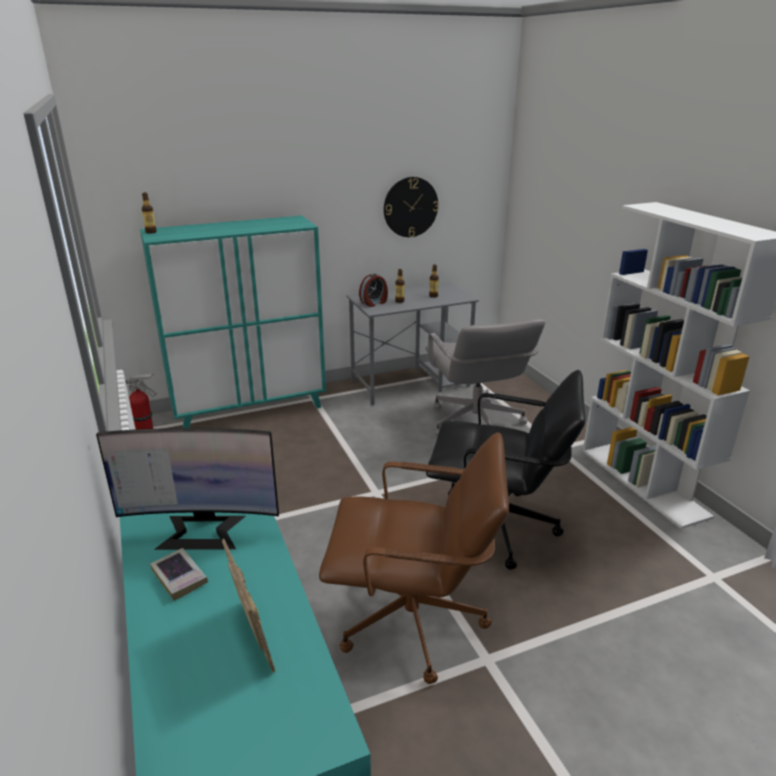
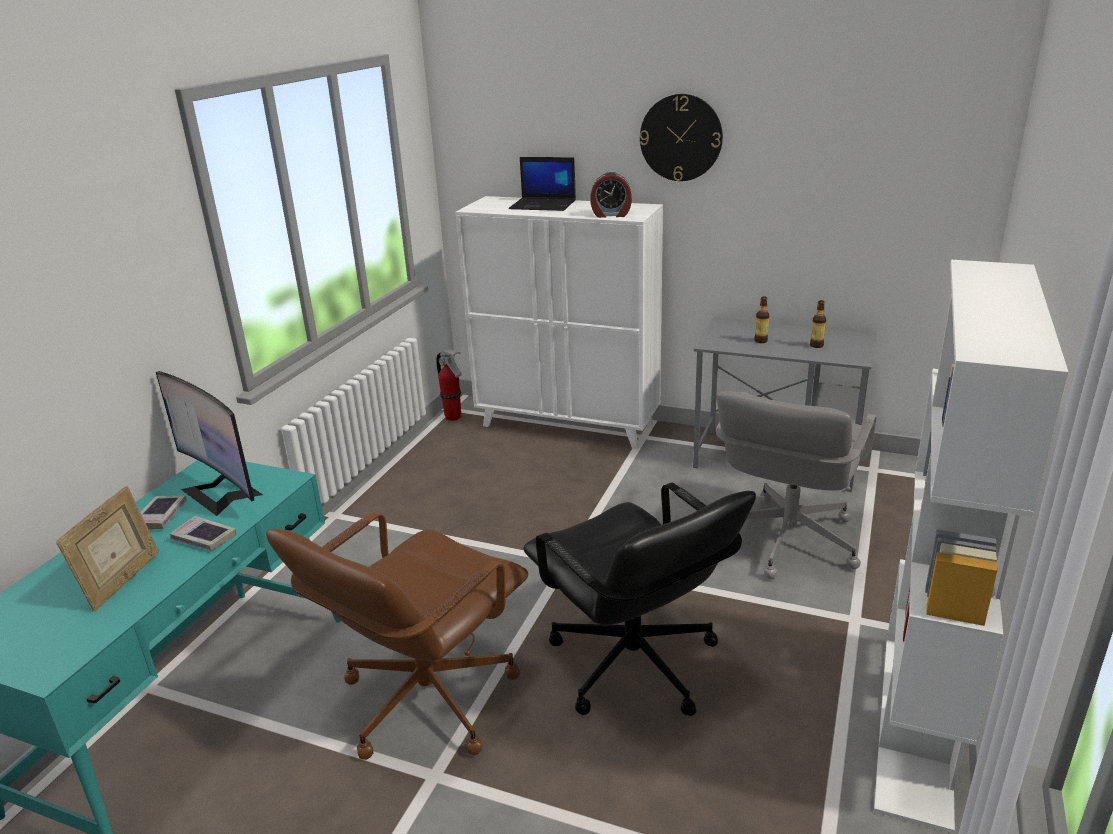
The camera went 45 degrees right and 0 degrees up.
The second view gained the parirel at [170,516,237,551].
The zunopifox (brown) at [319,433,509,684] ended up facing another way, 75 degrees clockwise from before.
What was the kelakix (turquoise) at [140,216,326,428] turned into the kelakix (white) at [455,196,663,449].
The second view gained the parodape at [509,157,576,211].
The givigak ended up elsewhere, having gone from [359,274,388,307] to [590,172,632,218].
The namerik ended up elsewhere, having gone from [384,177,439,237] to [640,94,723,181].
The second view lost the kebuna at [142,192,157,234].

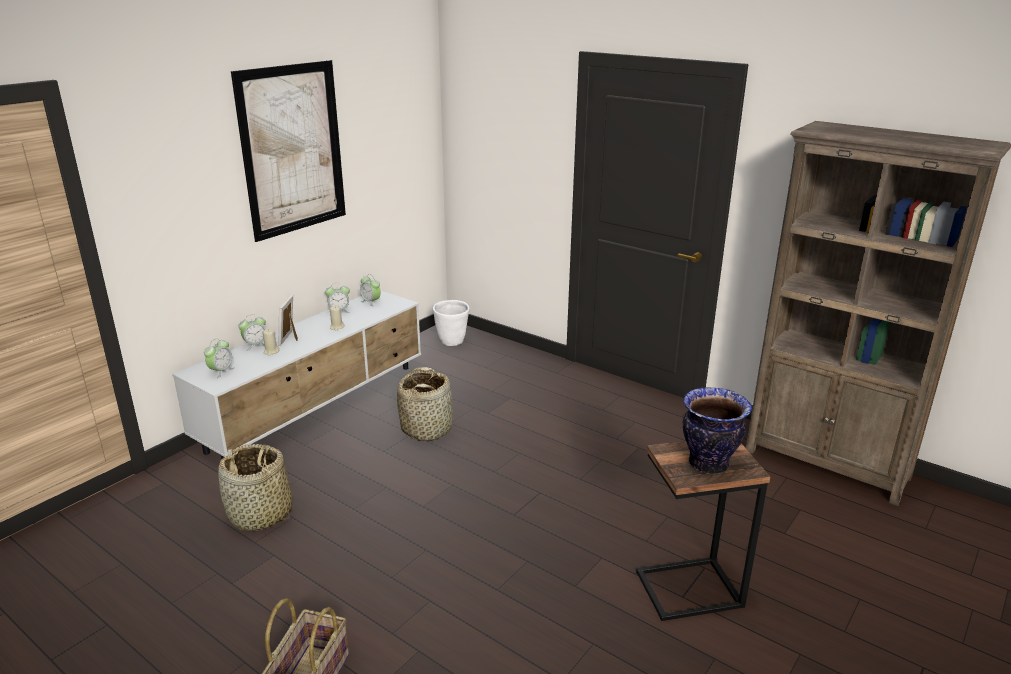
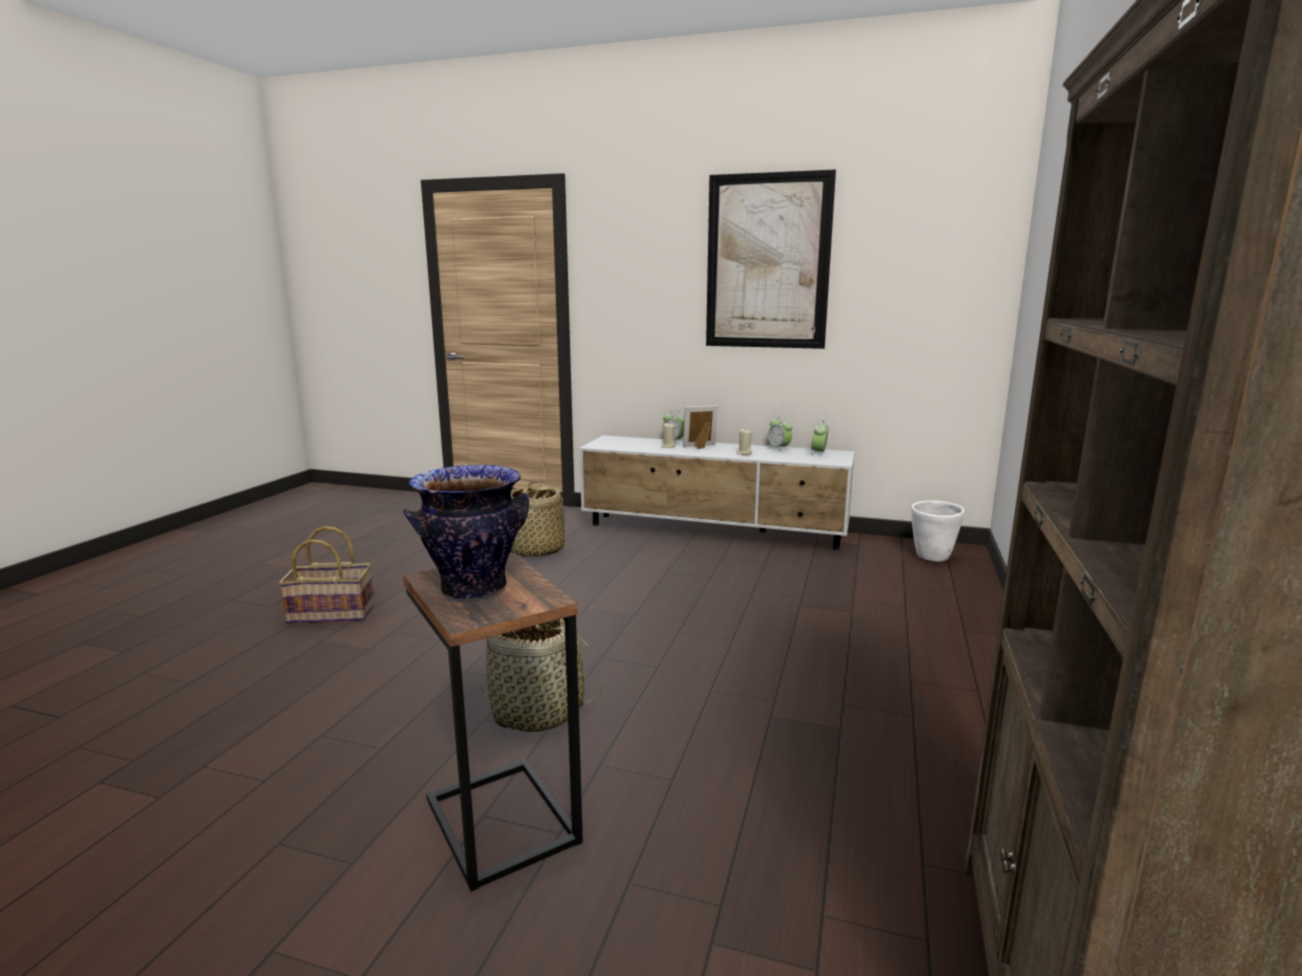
The camera went 70 degrees right and 10 degrees down.
The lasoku ended up elsewhere, having gone from [397,367,453,441] to [480,618,604,732].
The second view lost the givigak at [204,339,234,378].

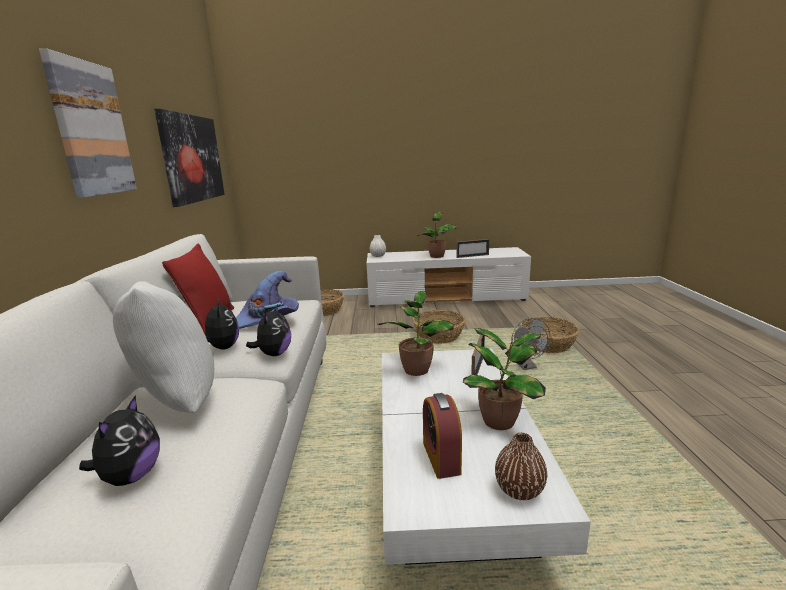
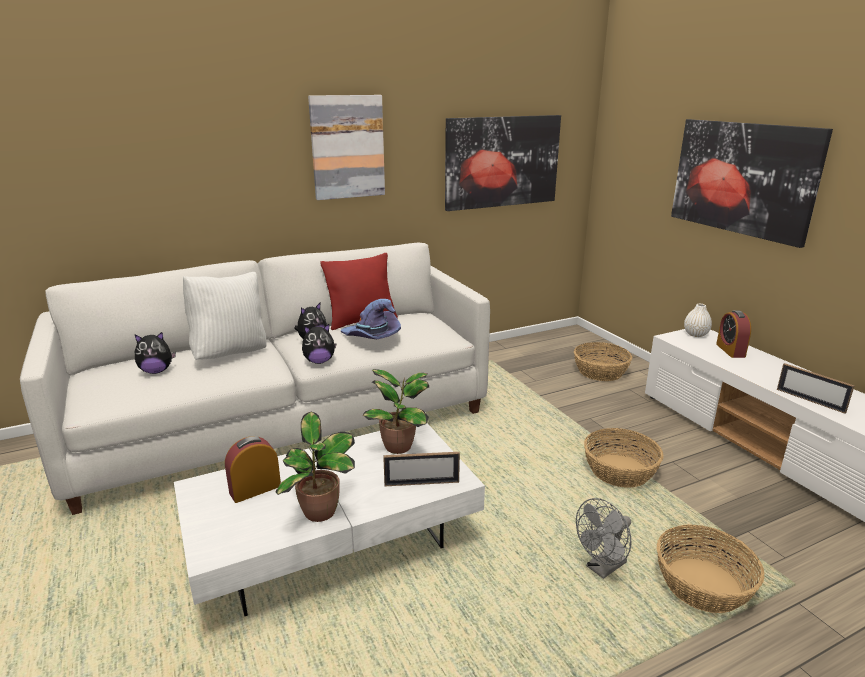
The camera went 65 degrees right and 5 degrees up.
The second view gained the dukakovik at [671,119,833,248].
The second view gained the givigak at [716,310,751,358].
The second view lost the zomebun at [418,212,457,258].
The second view lost the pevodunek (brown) at [495,433,547,500].

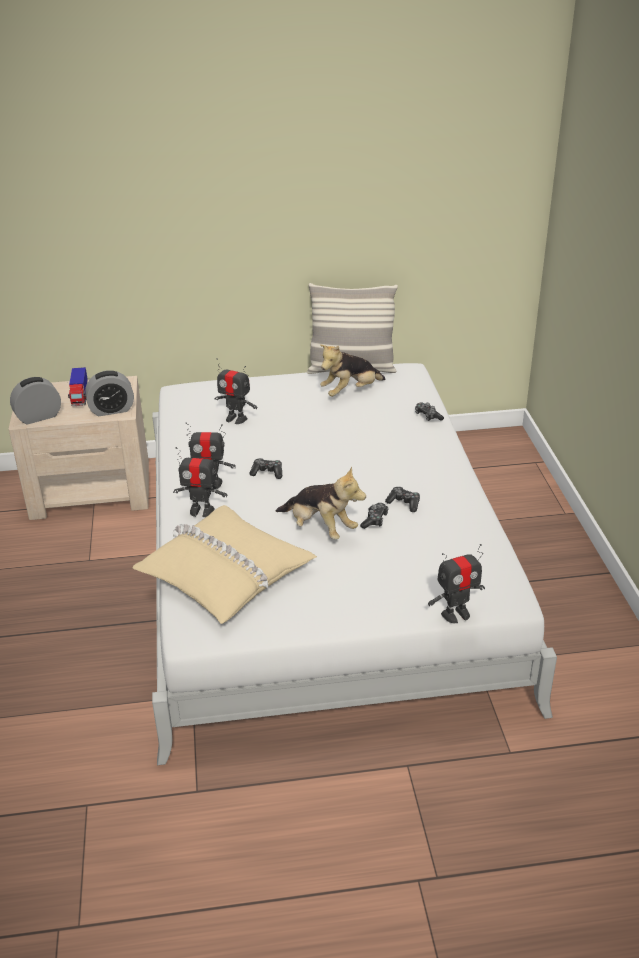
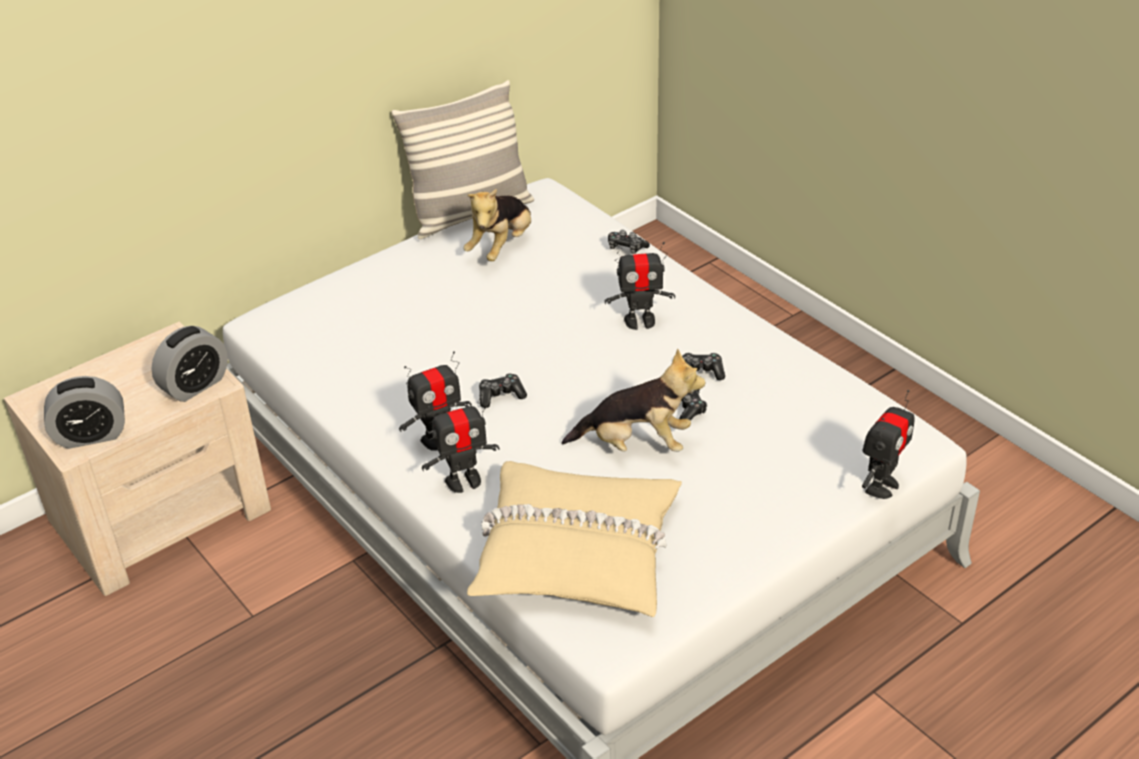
The camera went 30 degrees left and 5 degrees up.
The givigak at [10,377,61,425] ended up facing another way, 135 degrees counterclockwise from before.
The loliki ended up elsewhere, having gone from [214,358,257,424] to [604,242,675,330].
The second view lost the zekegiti at [68,367,88,406].

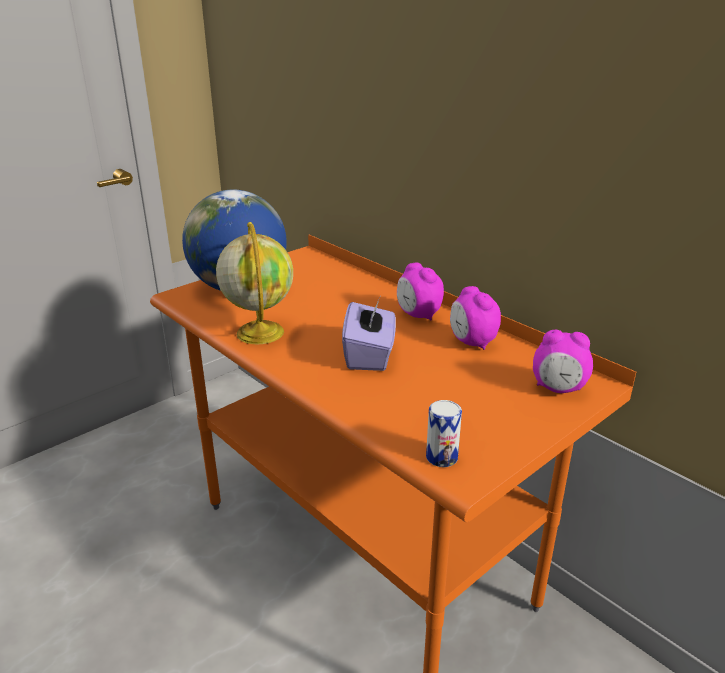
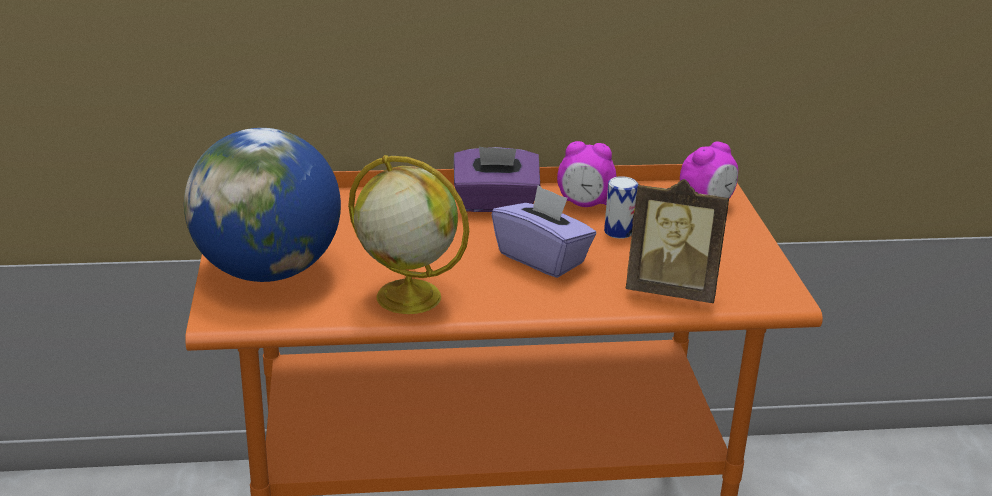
The camera went 55 degrees left and 0 degrees up.
Where the givigak stood at [397,262,444,321], the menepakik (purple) came to stand at [454,147,540,212].
The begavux ended up elsewhere, having gone from [426,400,462,467] to [604,176,638,239].
The second view gained the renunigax at [626,179,729,303].

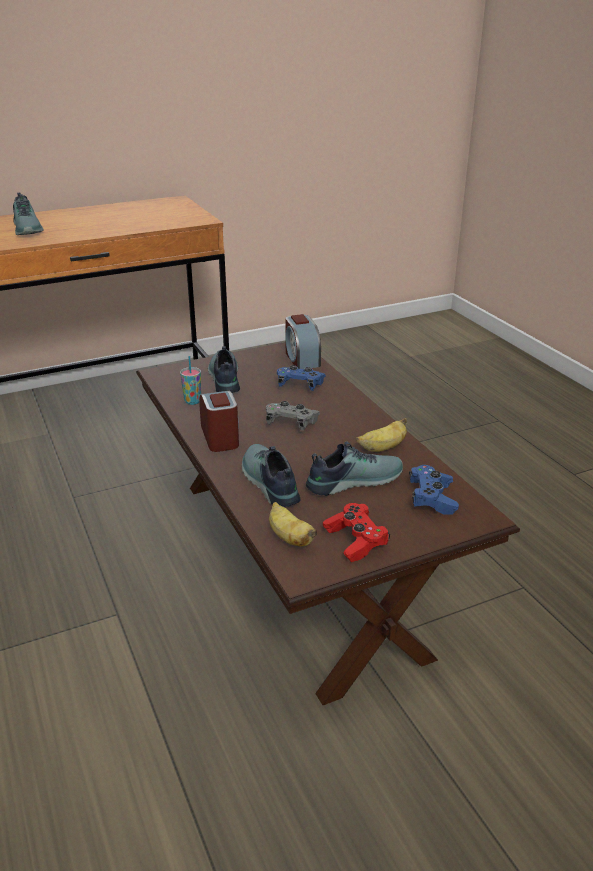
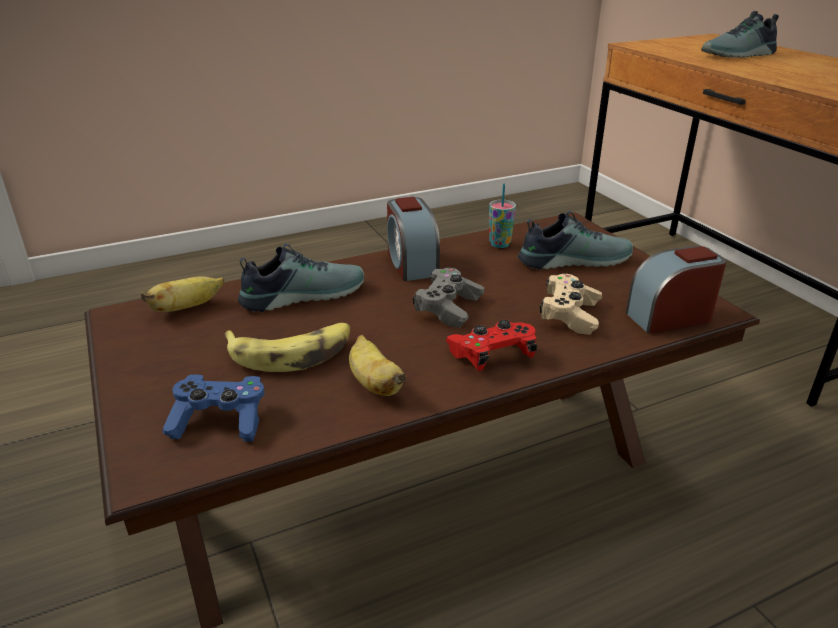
The camera went 90 degrees right and 0 degrees up.
Where the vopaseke stood at [306,442,403,496], the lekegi came to stand at [224,323,350,372].
The givigak at [199,391,239,452] ended up facing another way, 90 degrees clockwise from before.
The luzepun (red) ended up elsewhere, having gone from [323,503,390,562] to [446,320,537,371].
What was the luzepun (blue) at [277,365,326,391] turned into the luzepun (beige) at [540,274,602,335].

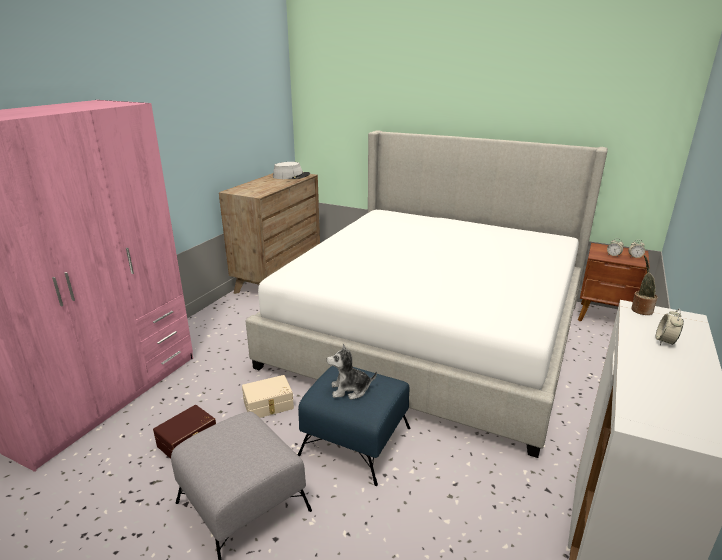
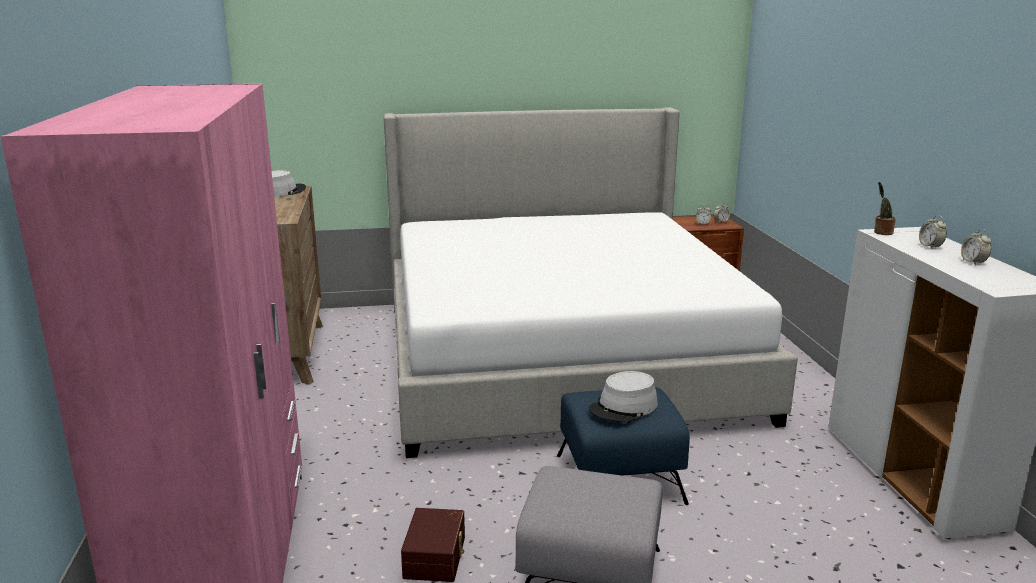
The camera went 35 degrees left and 5 degrees down.
Where the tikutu stood at [327,344,377,400], the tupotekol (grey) came to stand at [589,371,658,422].
The second view gained the givigak at [961,229,991,265].
The second view lost the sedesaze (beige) at [242,375,294,418].

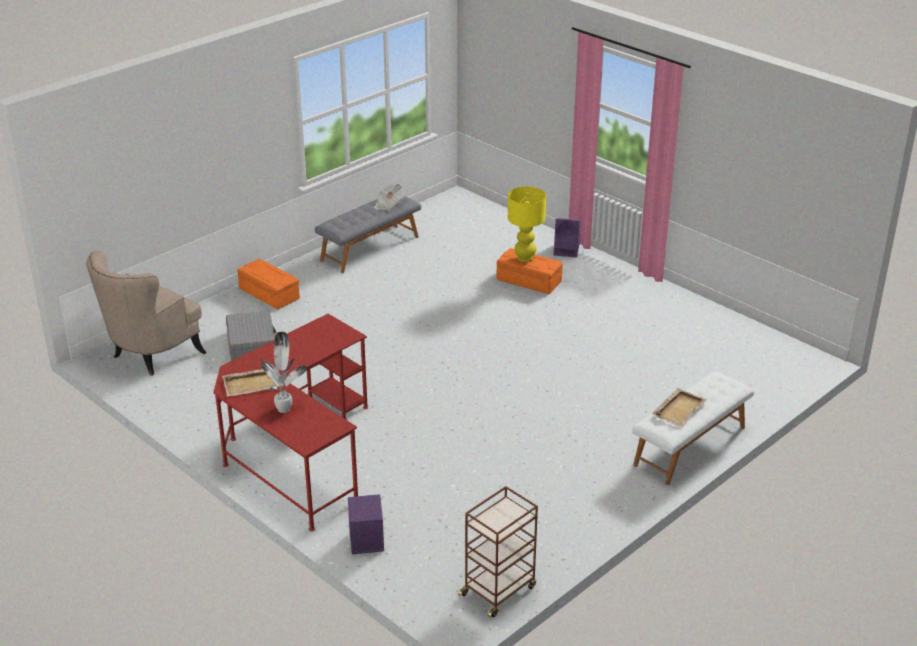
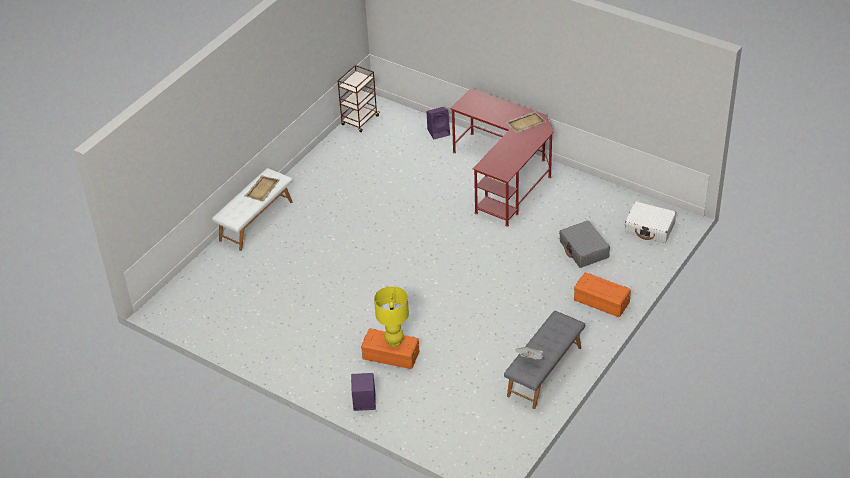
The camera went 170 degrees right and 10 degrees up.
Where the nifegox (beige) stood at [86,251,207,376], the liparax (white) came to stand at [625,201,676,243].
The second view lost the zomebun at [259,332,307,413].

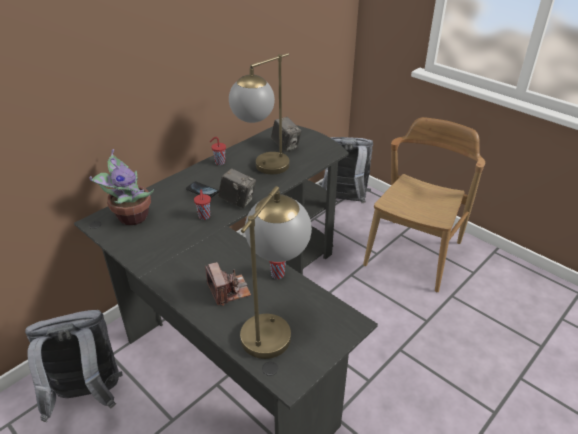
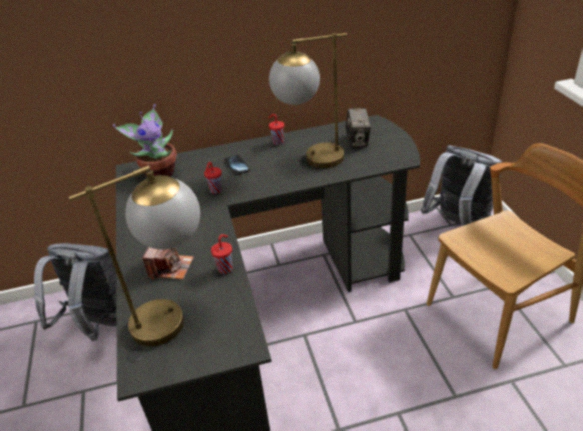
The camera went 35 degrees right and 0 degrees up.
The second view lost the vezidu at [218,168,256,208].

